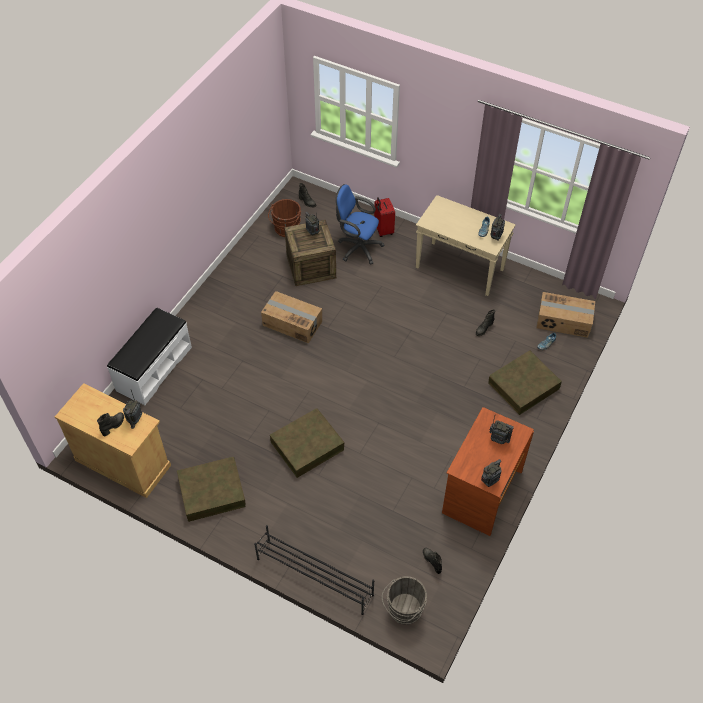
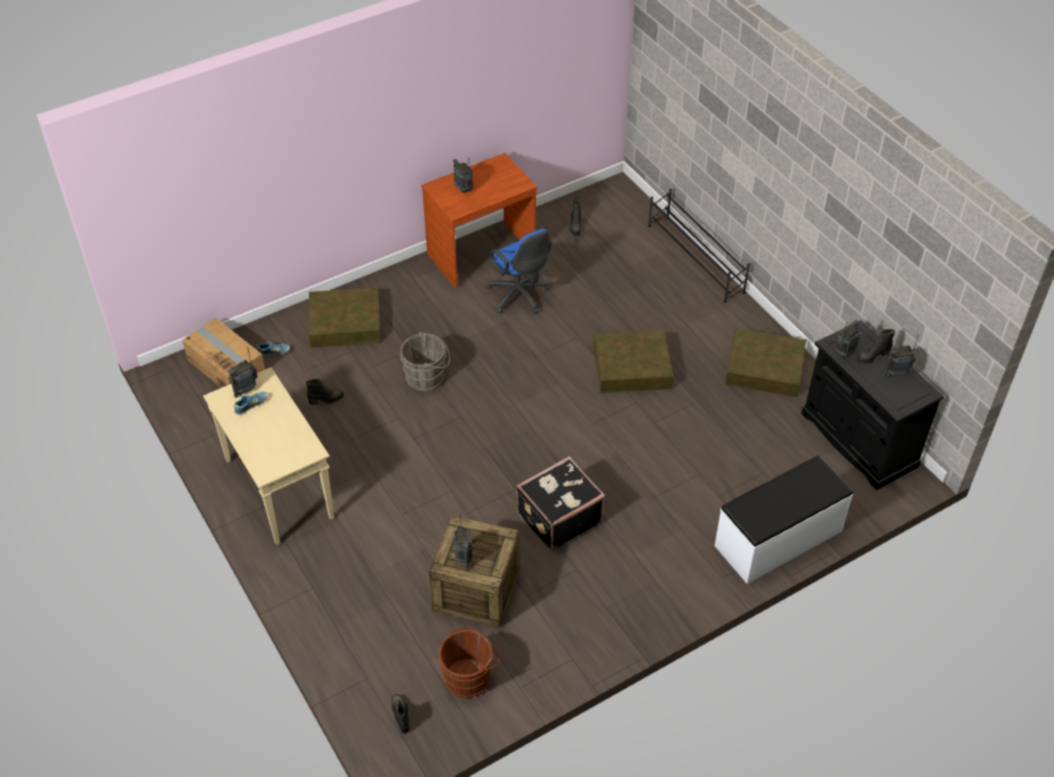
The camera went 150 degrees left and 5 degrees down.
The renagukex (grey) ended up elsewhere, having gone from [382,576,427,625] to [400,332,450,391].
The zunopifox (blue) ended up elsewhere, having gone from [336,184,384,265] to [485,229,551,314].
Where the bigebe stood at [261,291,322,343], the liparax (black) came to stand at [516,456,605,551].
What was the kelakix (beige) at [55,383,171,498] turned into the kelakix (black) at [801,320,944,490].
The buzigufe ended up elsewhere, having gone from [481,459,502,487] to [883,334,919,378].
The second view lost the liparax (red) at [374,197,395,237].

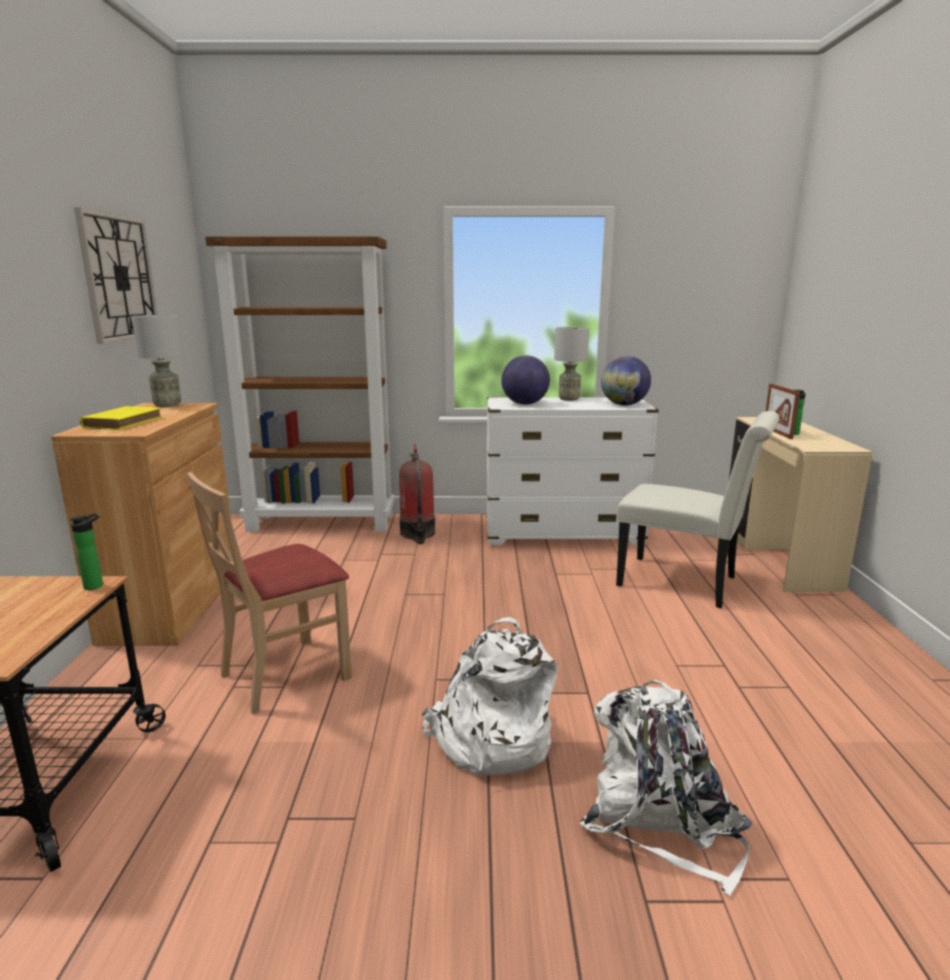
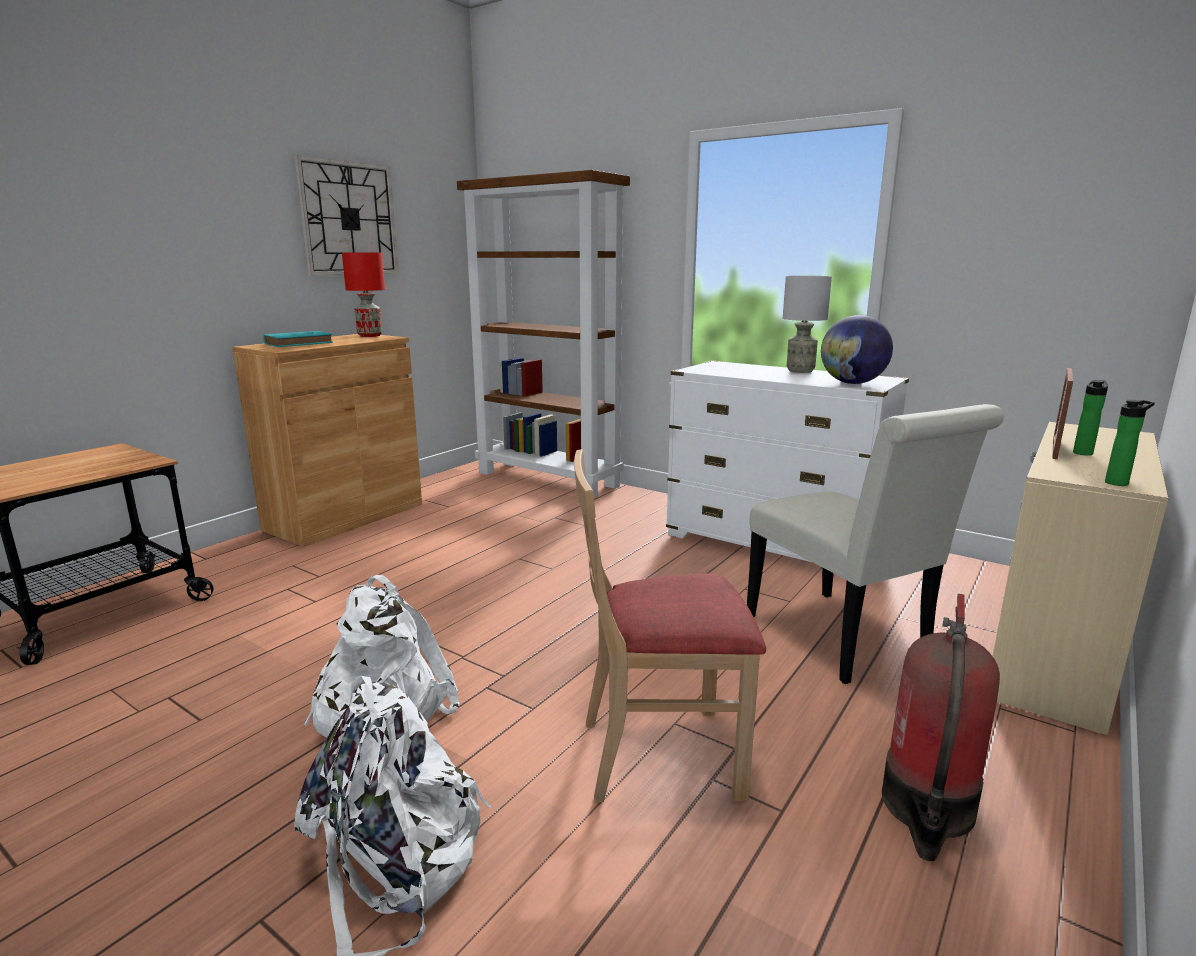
The camera went 35 degrees right and 0 degrees up.
What was the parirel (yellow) at [80,406,162,430] turned into the parirel (turquoise) at [263,331,333,347].
What was the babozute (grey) at [132,315,183,407] turned into the babozute (red) at [342,252,385,337].
The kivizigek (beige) ended up elsewhere, having gone from [187,472,352,714] to [574,449,766,803].
The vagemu ended up elsewhere, having gone from [399,444,435,544] to [882,594,1000,861].
The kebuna ended up elsewhere, having gone from [70,513,103,590] to [1105,400,1155,486].
The second view lost the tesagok at [501,355,550,405].

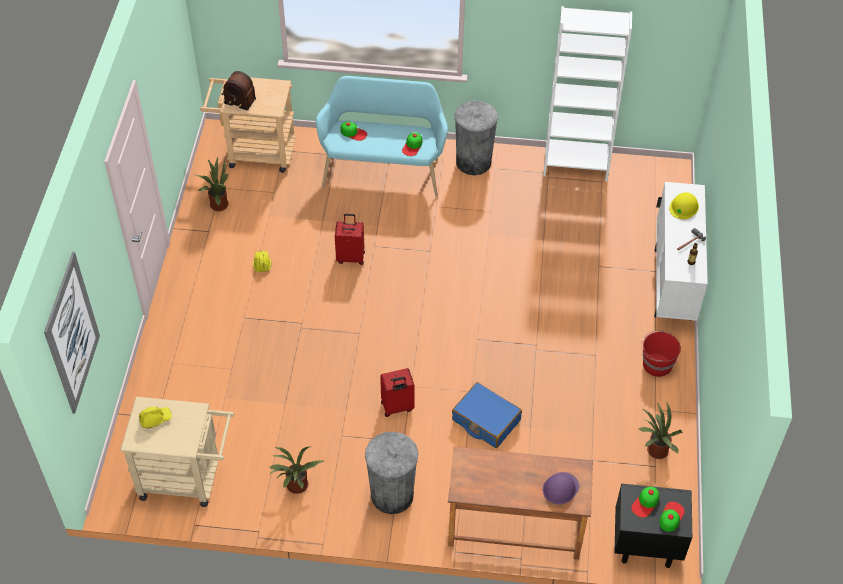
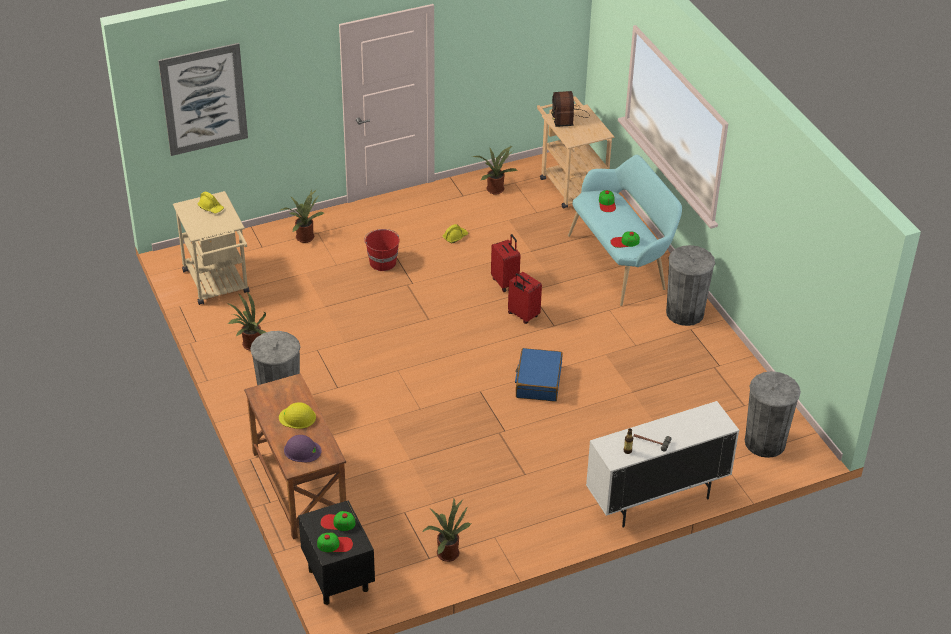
The camera went 60 degrees right and 10 degrees down.
The second view gained the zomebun at [279,190,324,243].
The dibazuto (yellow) ended up elsewhere, having gone from [669,192,699,220] to [279,402,316,429].
The renagukex (red) ended up elsewhere, having gone from [641,330,681,377] to [364,229,400,271].
The liparax (red) ended up elsewhere, having gone from [380,368,415,417] to [508,272,542,324].
The liparax (blue) ended up elsewhere, having gone from [452,382,522,448] to [515,348,562,402].
The second view gained the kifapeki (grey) at [745,371,801,458].
The second view lost the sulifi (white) at [543,6,632,182].

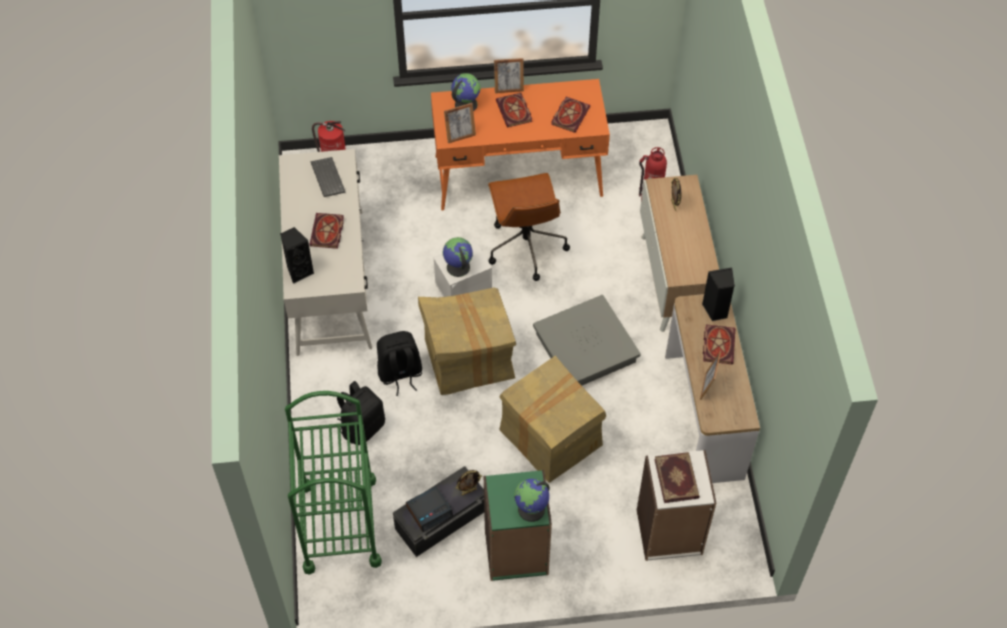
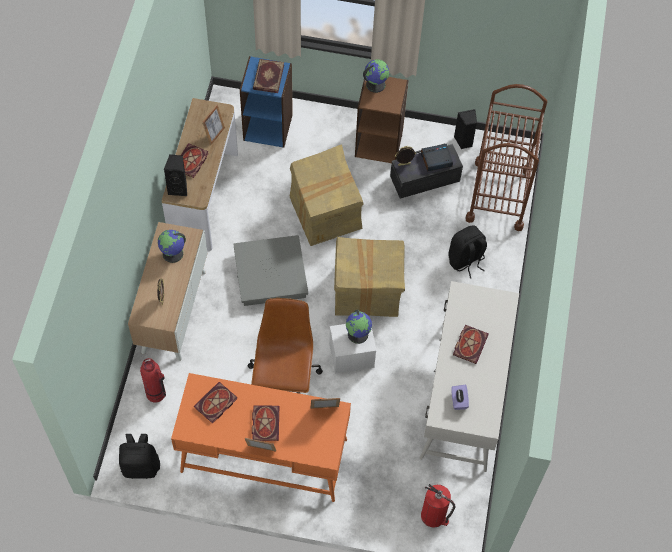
The camera went 165 degrees left and 5 degrees up.
The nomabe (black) ended up elsewhere, having gone from [377,331,422,396] to [119,434,160,479].
The tesagok ended up elsewhere, having gone from [451,73,480,111] to [158,230,186,263].
What was the sulifi (white) at [637,450,716,561] turned into the sulifi (blue) at [240,56,293,148].
What was the sulifi (green) at [484,470,552,581] turned into the sulifi (brown) at [355,77,409,163].
Where the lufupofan stood at [311,157,346,197], the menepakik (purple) came to stand at [451,384,469,410].
The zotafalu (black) ended up elsewhere, having gone from [280,227,314,284] to [454,109,477,149].
What was the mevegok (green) at [285,391,382,575] turned into the mevegok (brown) at [465,84,547,231].

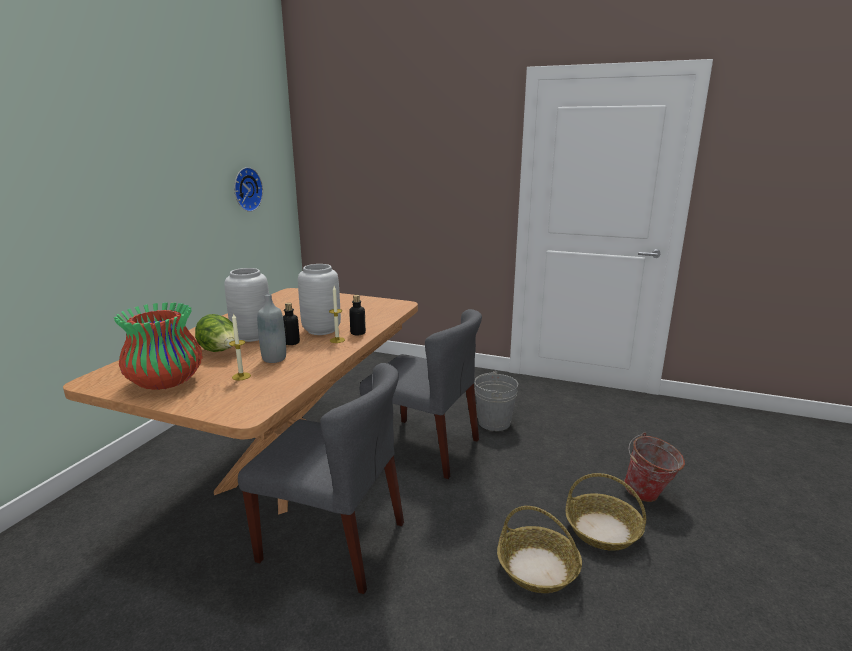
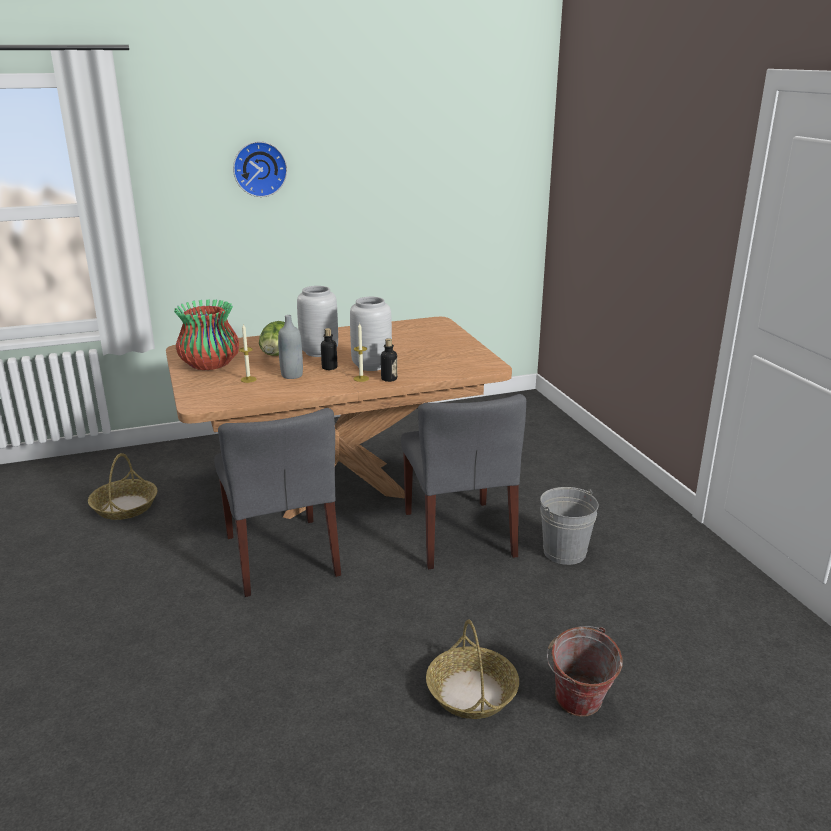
The camera went 50 degrees right and 5 degrees up.
The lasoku ended up elsewhere, having gone from [497,506,582,593] to [88,453,158,520].
The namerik ended up elsewhere, having gone from [234,167,263,212] to [233,141,287,197].

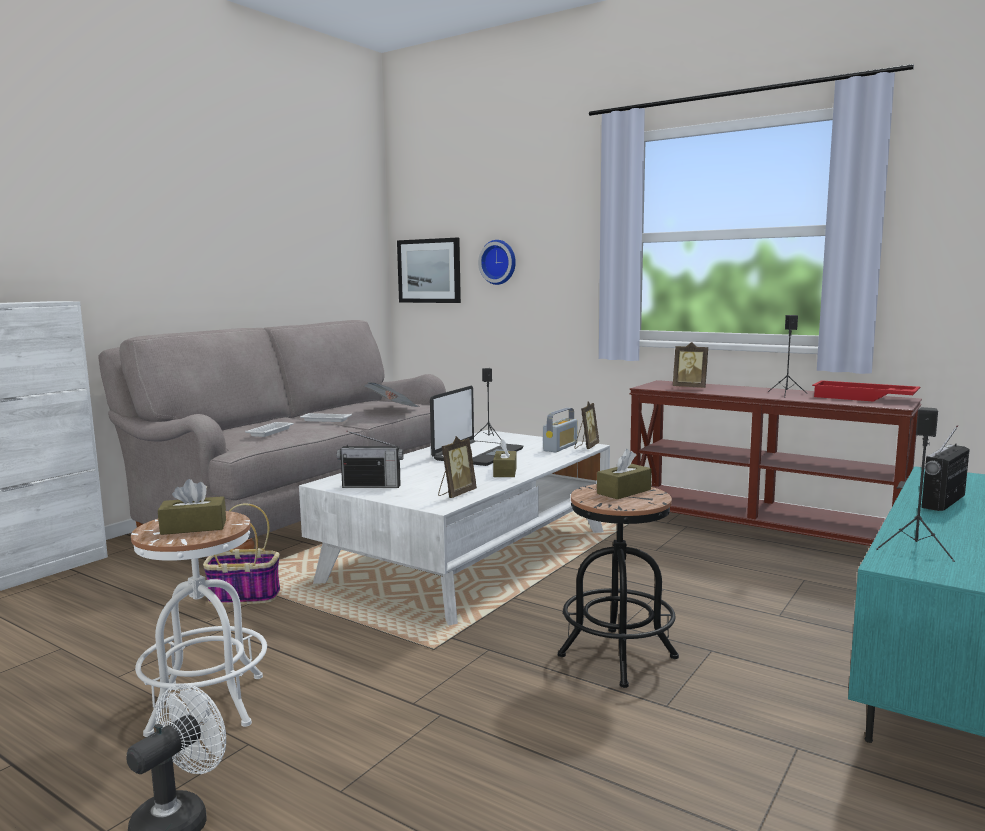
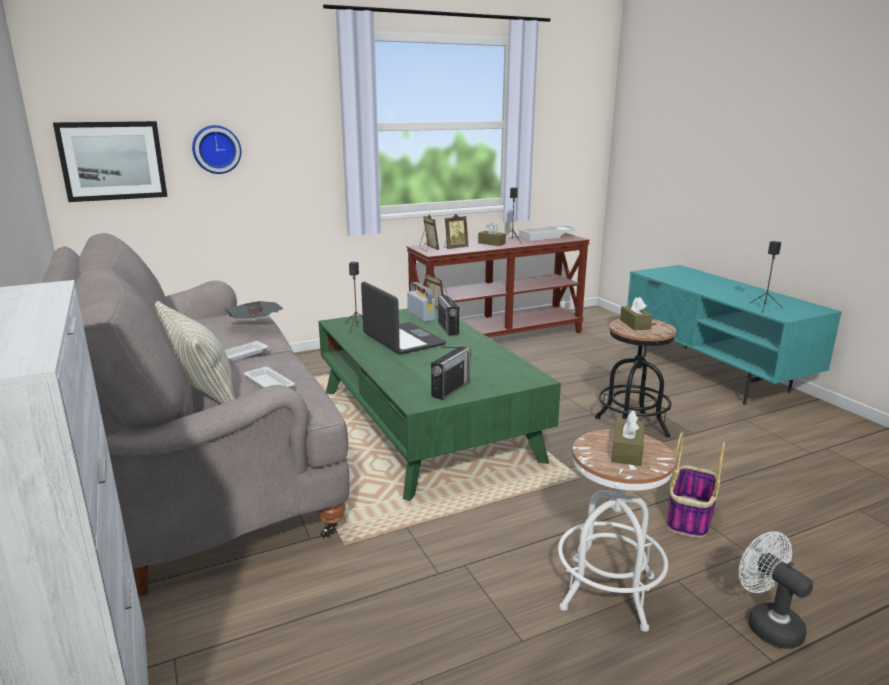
The camera went 60 degrees left and 10 degrees up.
The second view gained the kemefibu at [155,301,236,404].
What was the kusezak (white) at [299,430,610,625] turned into the kusezak (green) at [318,308,561,501].
The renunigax ended up elsewhere, having gone from [438,436,477,498] to [419,215,439,251].
The buzigufe ended up elsewhere, having gone from [922,425,970,511] to [438,285,459,336].
The menepakik (brown) ended up elsewhere, having gone from [493,439,517,477] to [478,223,506,246].
What was the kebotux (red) at [812,380,920,402] turned into the kebotux (white) at [517,225,579,241].
The lasoku ended up elsewhere, having gone from [203,503,280,605] to [667,432,726,538].

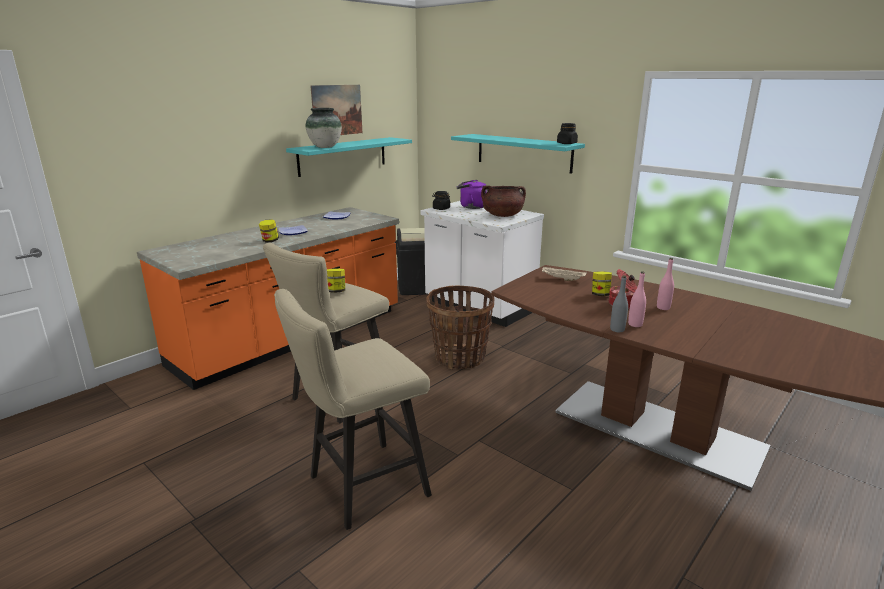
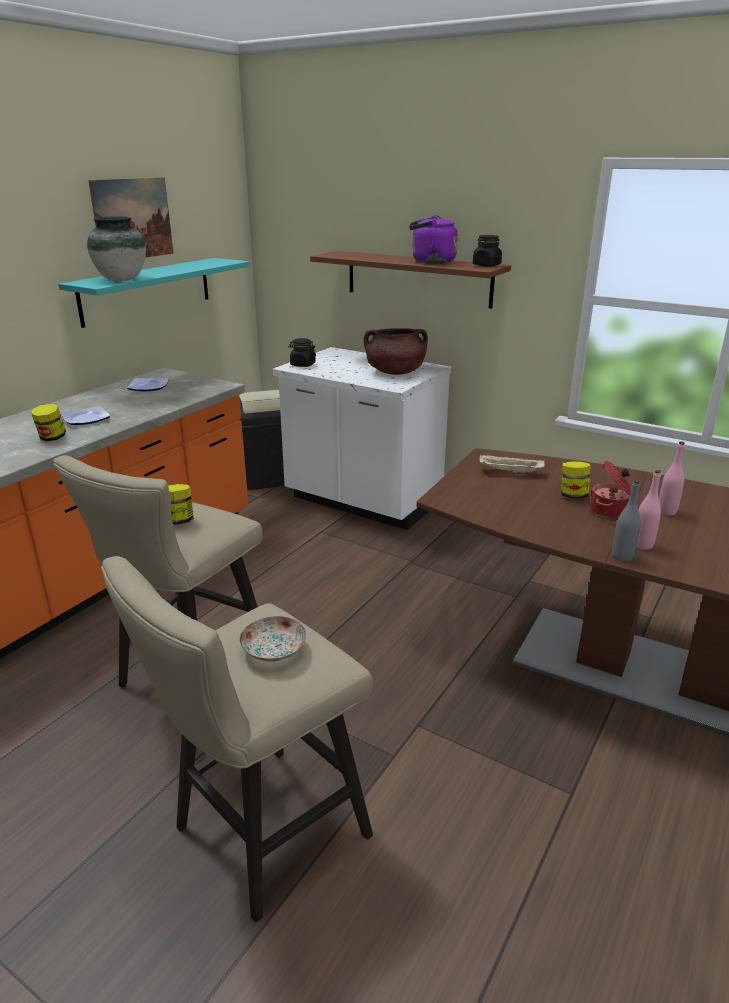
The camera went 10 degrees left and 5 degrees up.
The second view gained the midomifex at [240,616,307,662].
What was the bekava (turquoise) at [451,134,585,174] turned into the bekava (brown) at [310,251,511,308].
The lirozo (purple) ended up elsewhere, having gone from [457,180,488,209] to [409,215,458,264].
The second view lost the lasoku at [426,286,495,369].

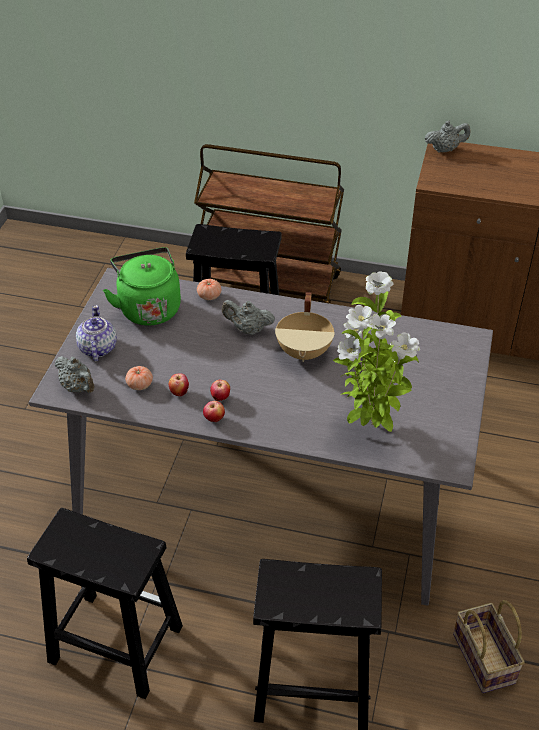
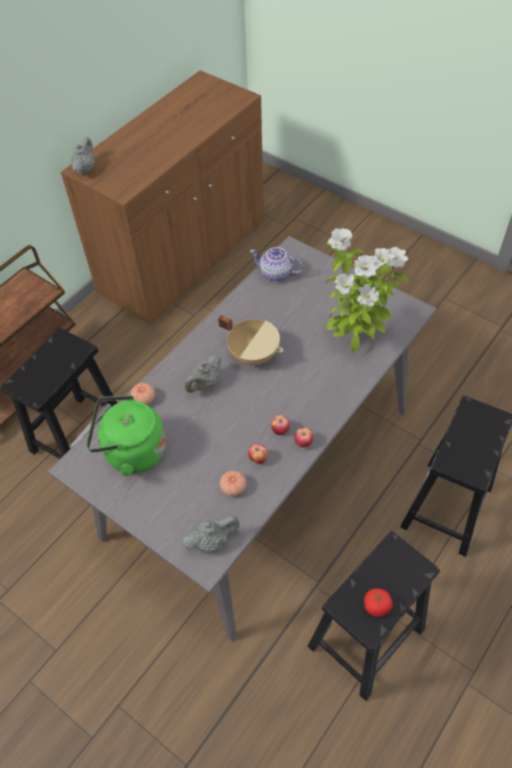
The camera went 65 degrees left and 10 degrees up.
The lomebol ended up elsewhere, having gone from [76,305,117,362] to [249,247,303,281].
The second view gained the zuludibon at [364,588,393,617].
The second view lost the lasoku at [453,600,525,693].

